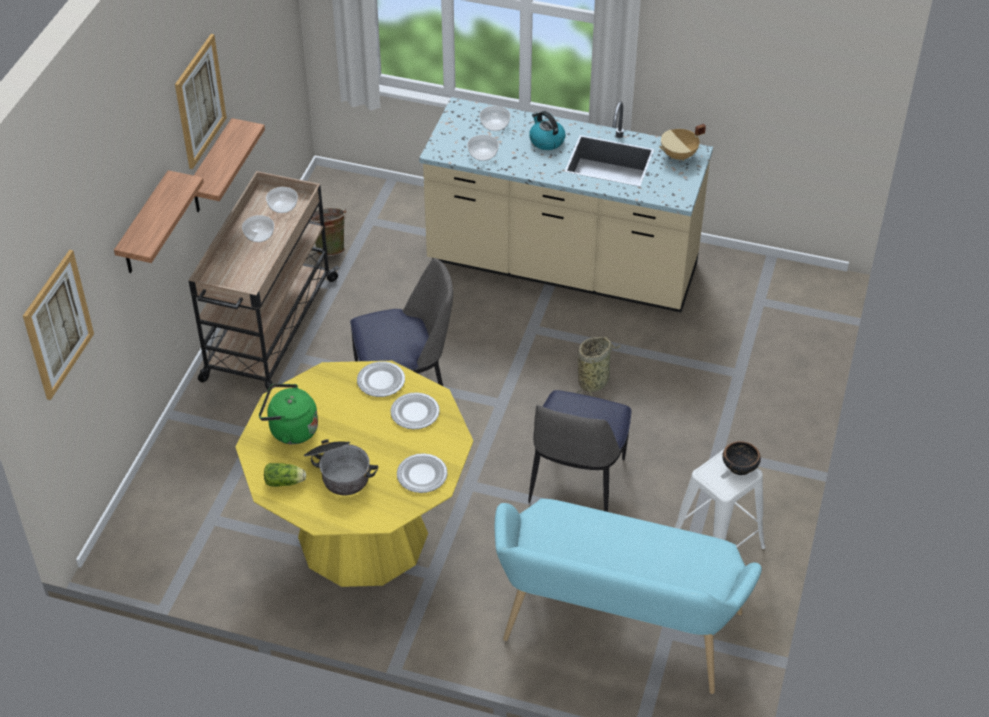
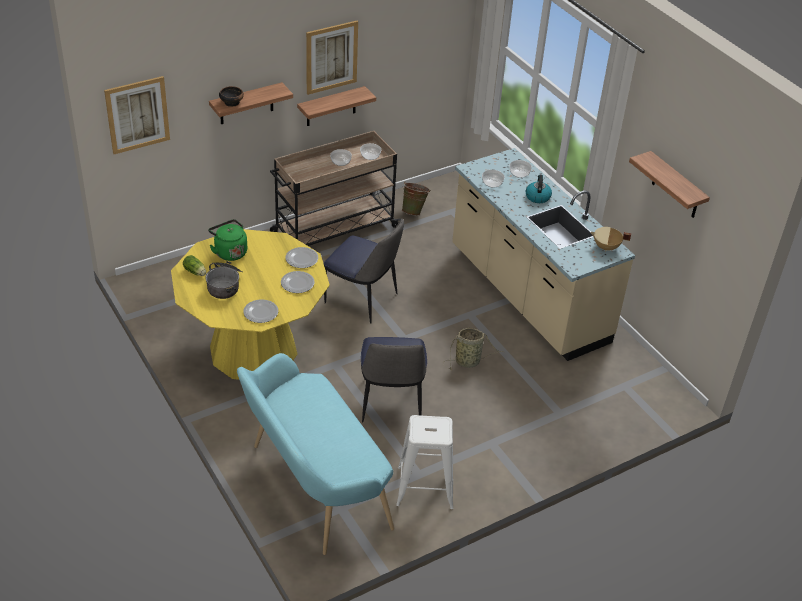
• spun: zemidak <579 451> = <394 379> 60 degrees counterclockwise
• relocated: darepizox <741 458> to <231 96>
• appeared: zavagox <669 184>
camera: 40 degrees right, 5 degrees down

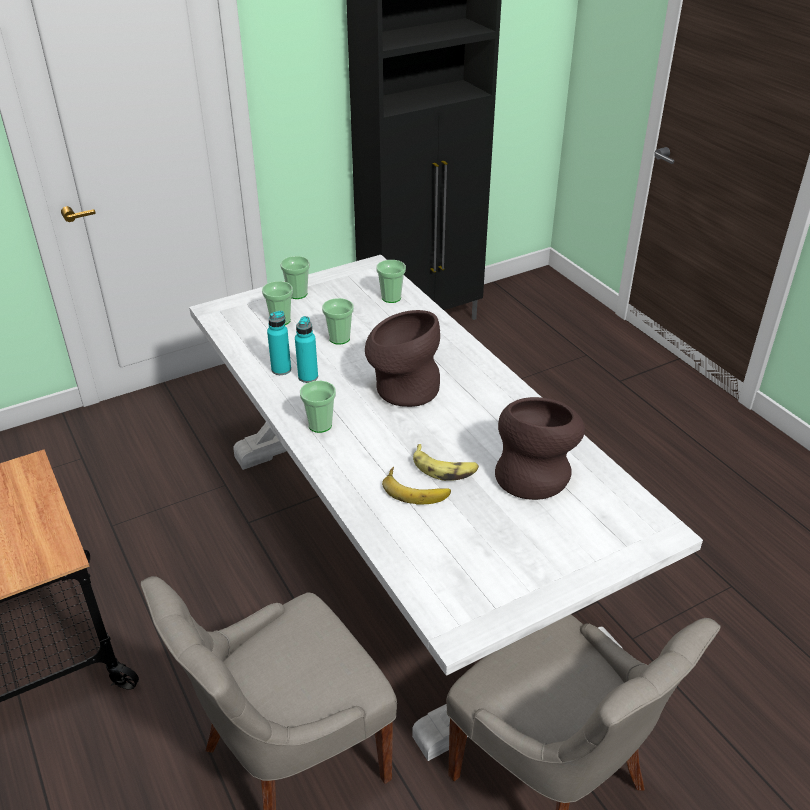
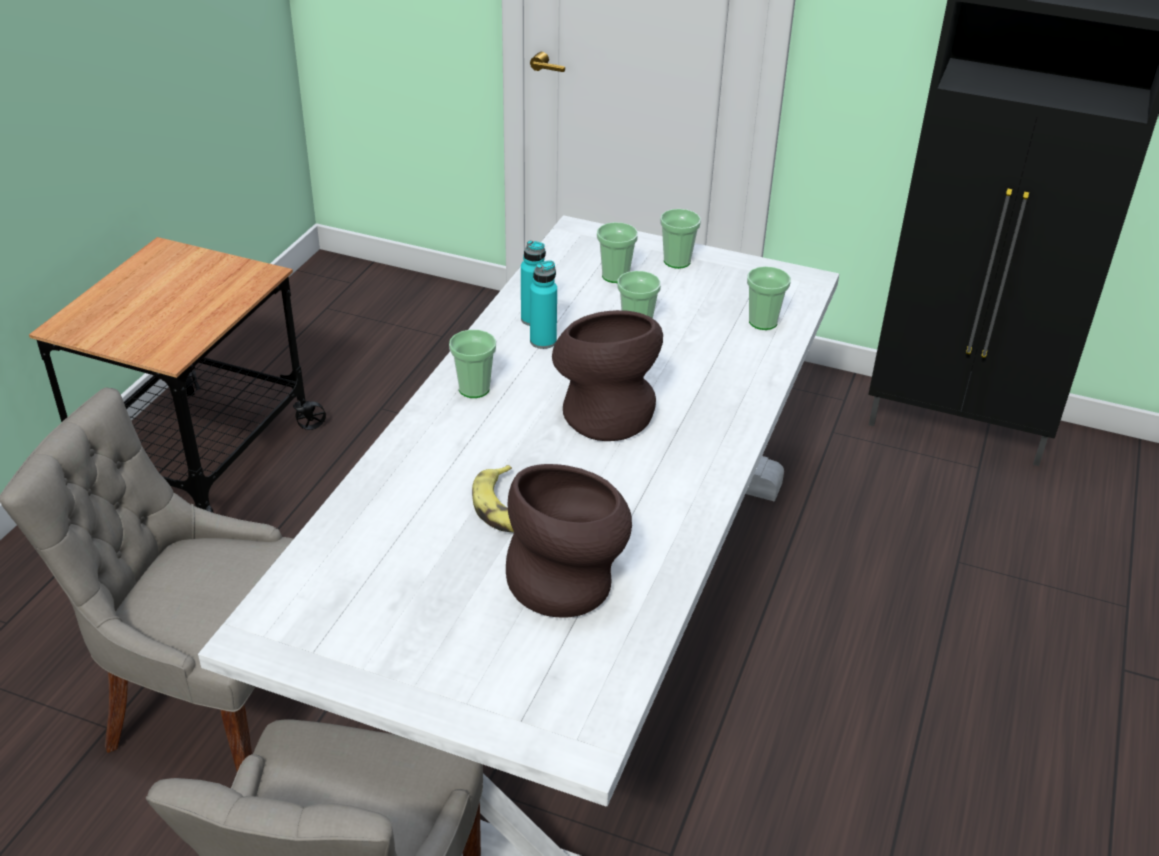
• missing: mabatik <416 486>
camera: 50 degrees right, 0 degrees up

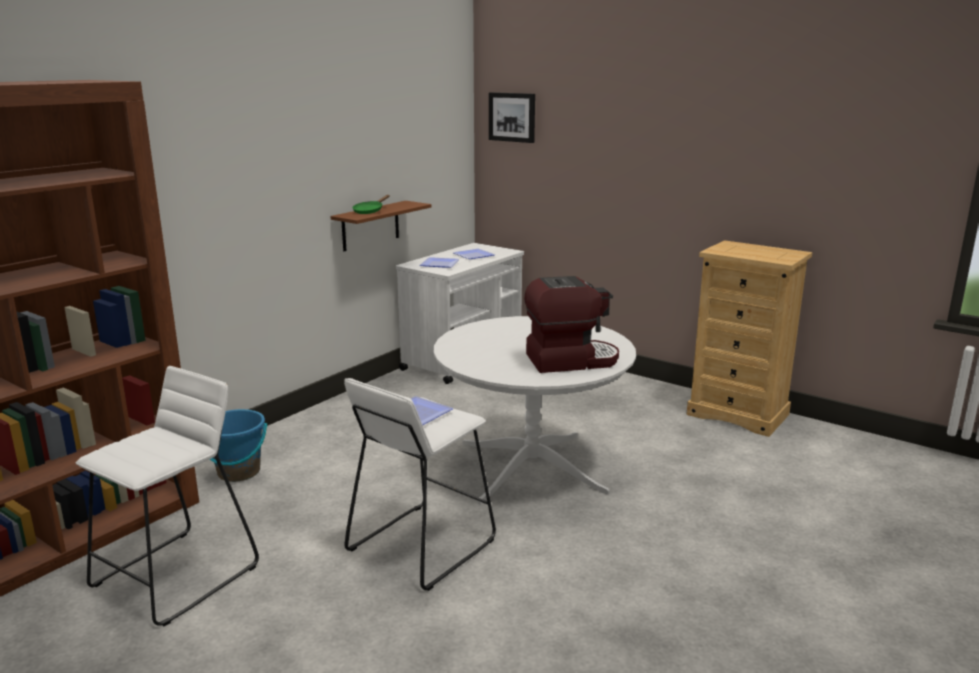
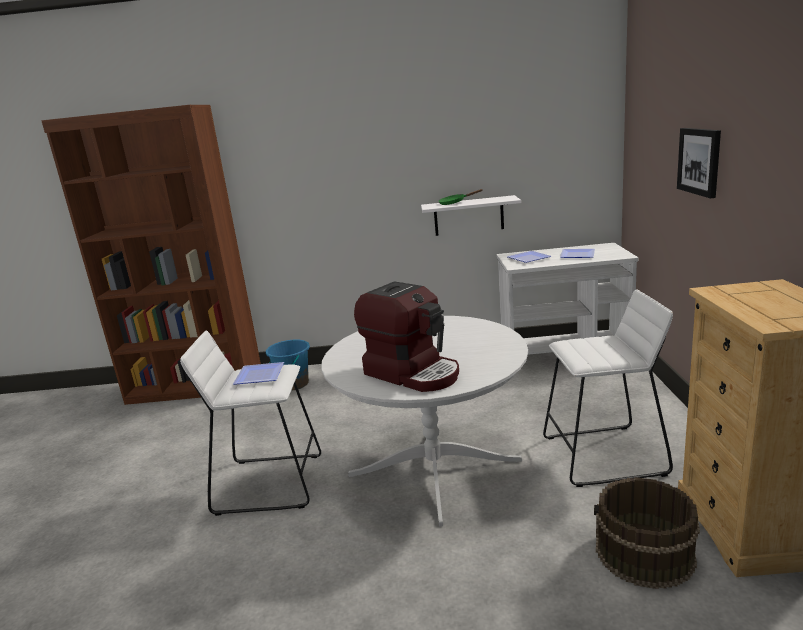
• relocated: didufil <512 117> to <699 163>
• colour: brown_zavagox <380 226> to white_zavagox <471 215>
• relocated: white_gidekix <167 496> to <608 388>
• appeared: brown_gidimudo <647 533>
camera: 55 degrees right, 0 degrees up

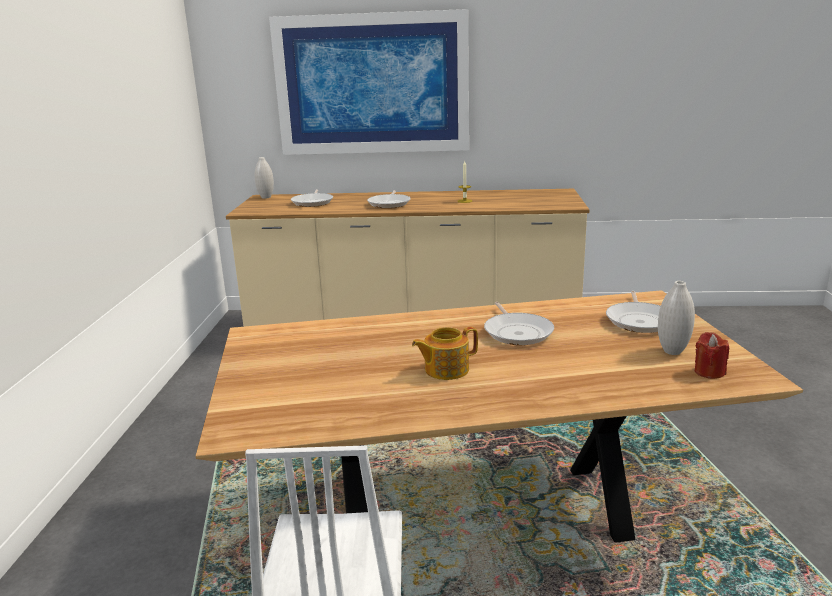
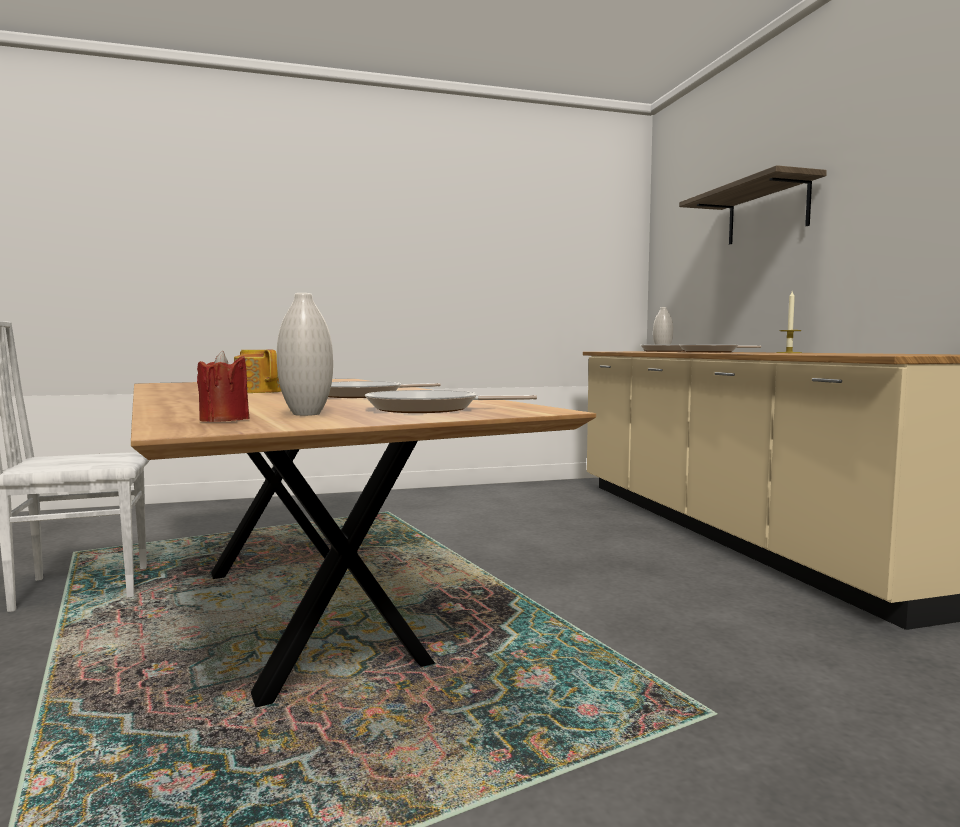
• exchanged: didufil <369 82> to zavagox <753 205>
camera: 70 degrees right, 15 degrees down

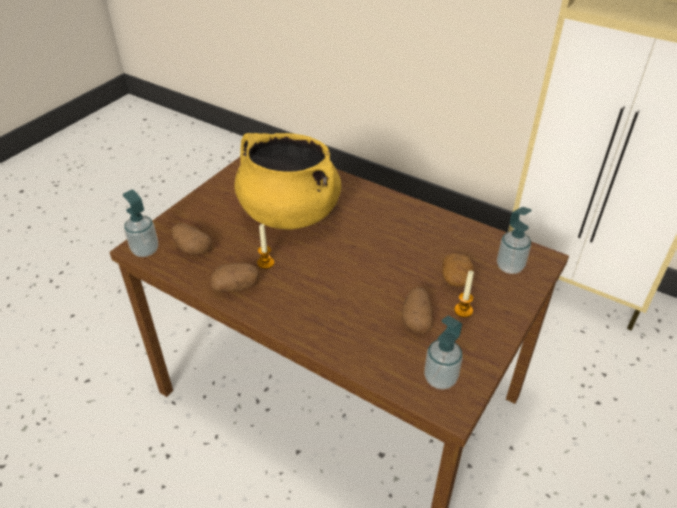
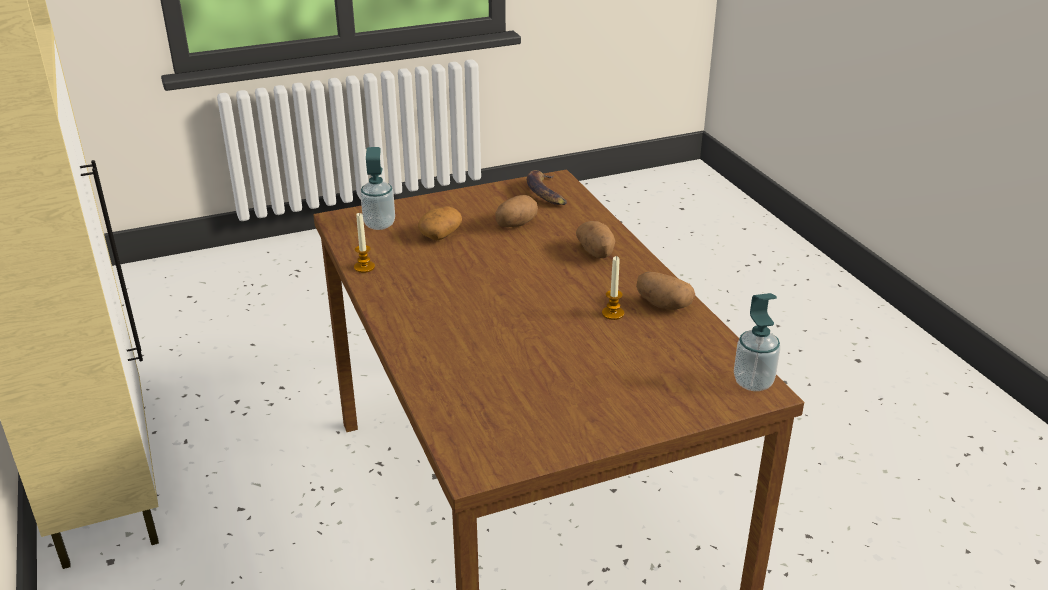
• missing: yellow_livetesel <287 181>
• relocated: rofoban <192 239> to <595 239>
• relocated: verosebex <464 294> to <364 243>
• exchanged: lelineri <443 353> to mabatik <547 187>
camera: 145 degrees left, 10 degrees down

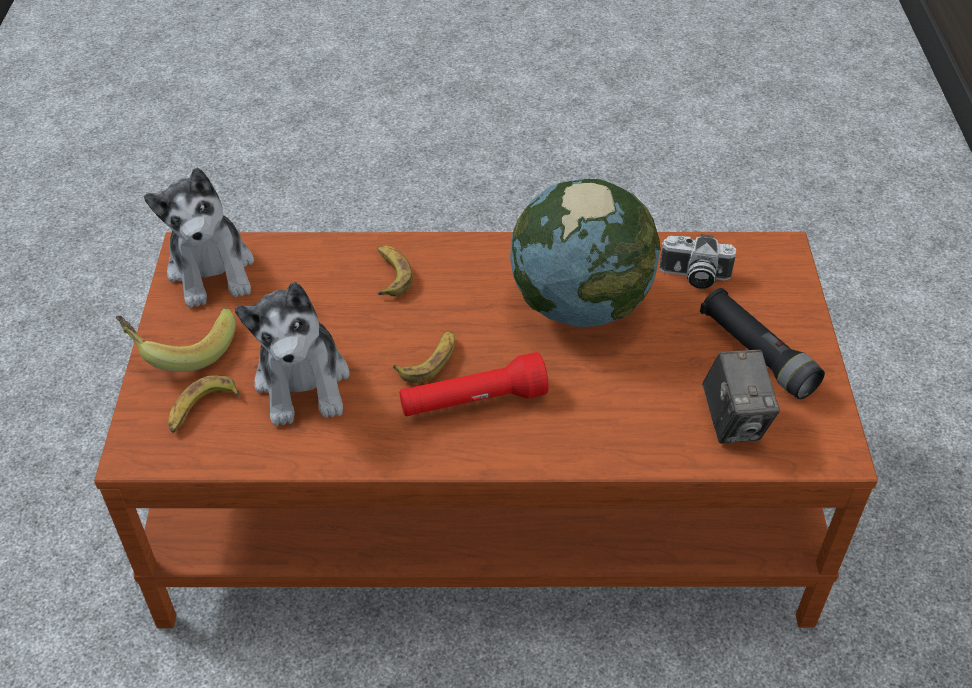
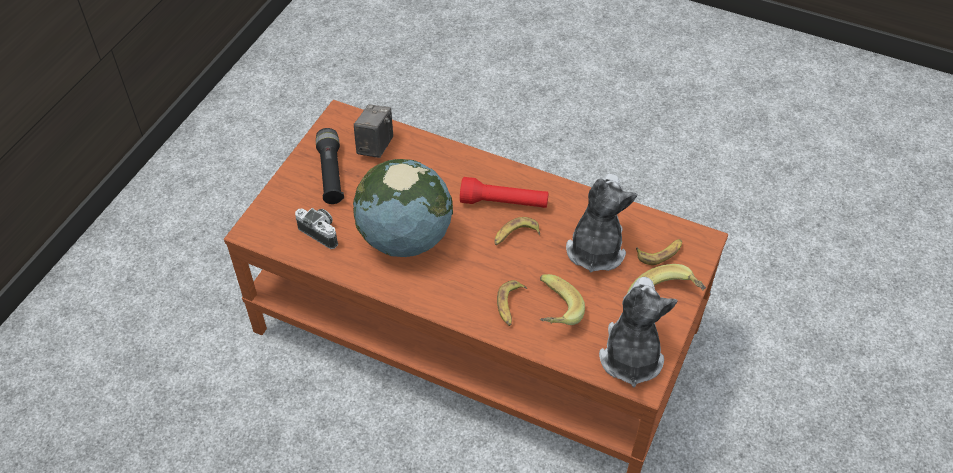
• appeared: mabatik <562 299>
camera: 155 degrees left, 5 degrees up

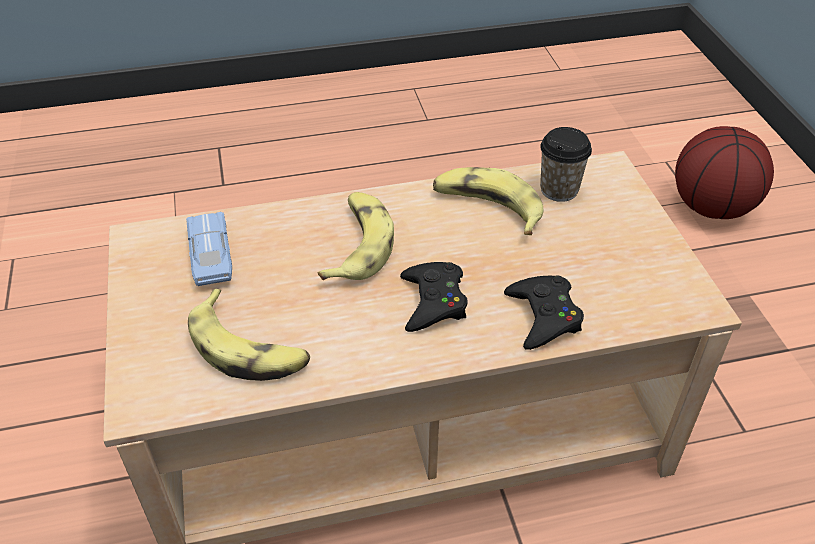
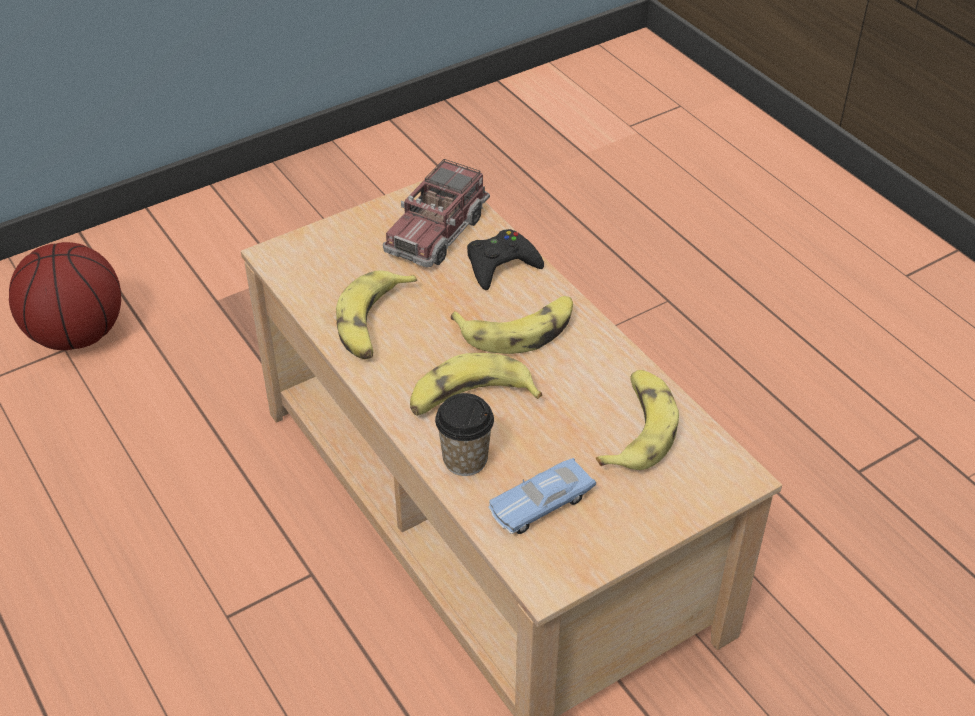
• relocated: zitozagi <566 164> to <464 434>
• exchanged: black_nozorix <434 297> to mabatik <512 325>
• appeared: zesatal <436 213>
camera: 110 degrees left, 0 degrees up

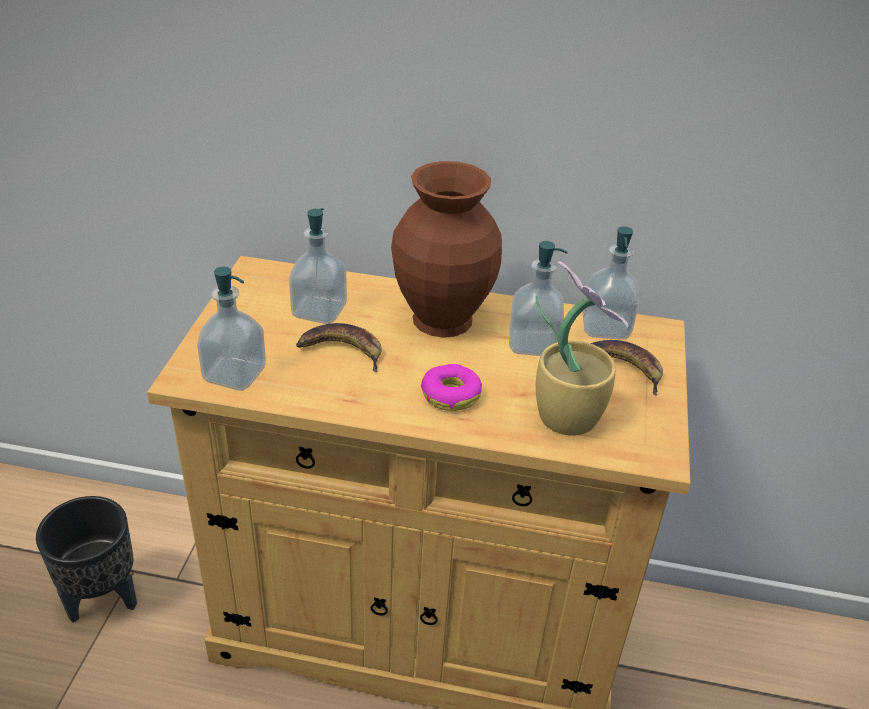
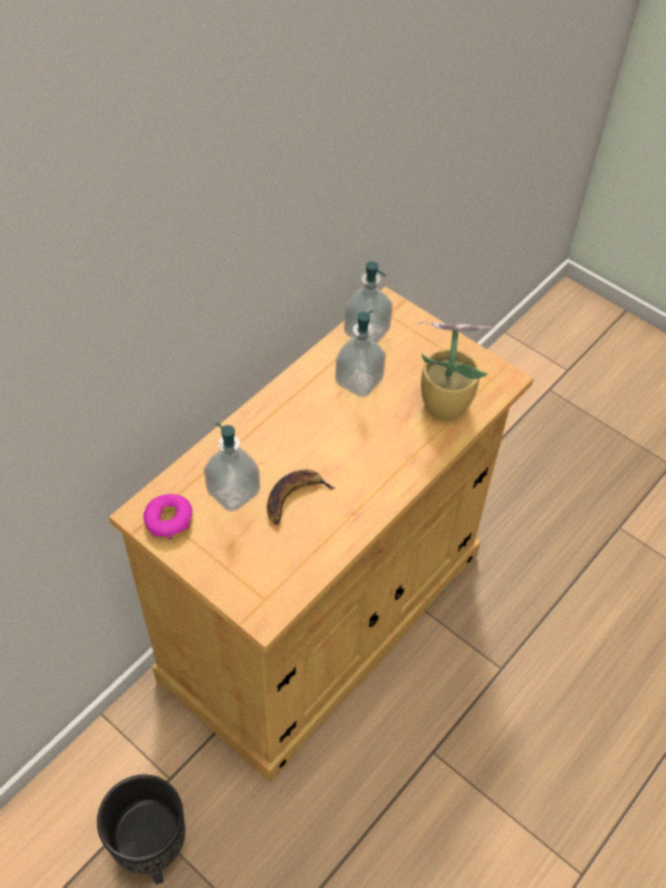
• missing: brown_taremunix <446 249>
• missing: lelineri <231 329>
• missing: mabatik <627 368>
• relocated: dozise <451 387> to <168 517>
camera: 60 degrees left, 15 degrees up

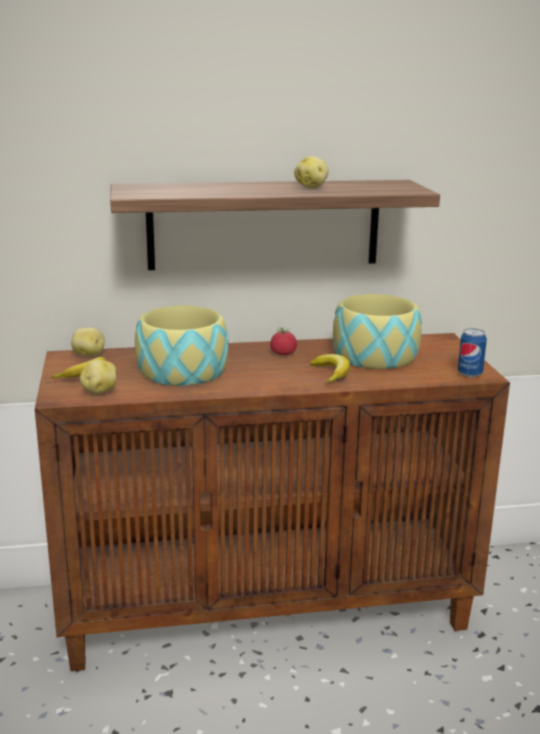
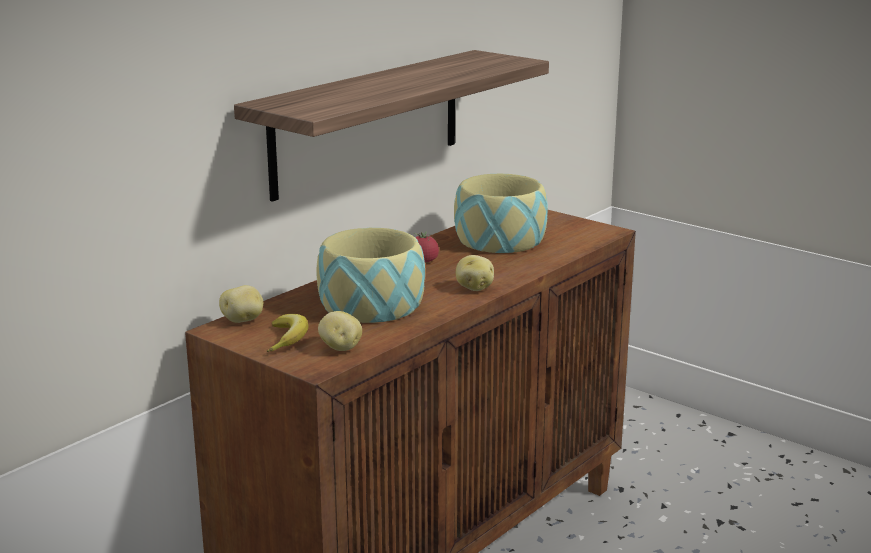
• relocated: rofoban <311 172> to <475 273>
• missing: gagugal <472 352>
• missing: mabatik <330 368>
camera: 40 degrees left, 0 degrees up

